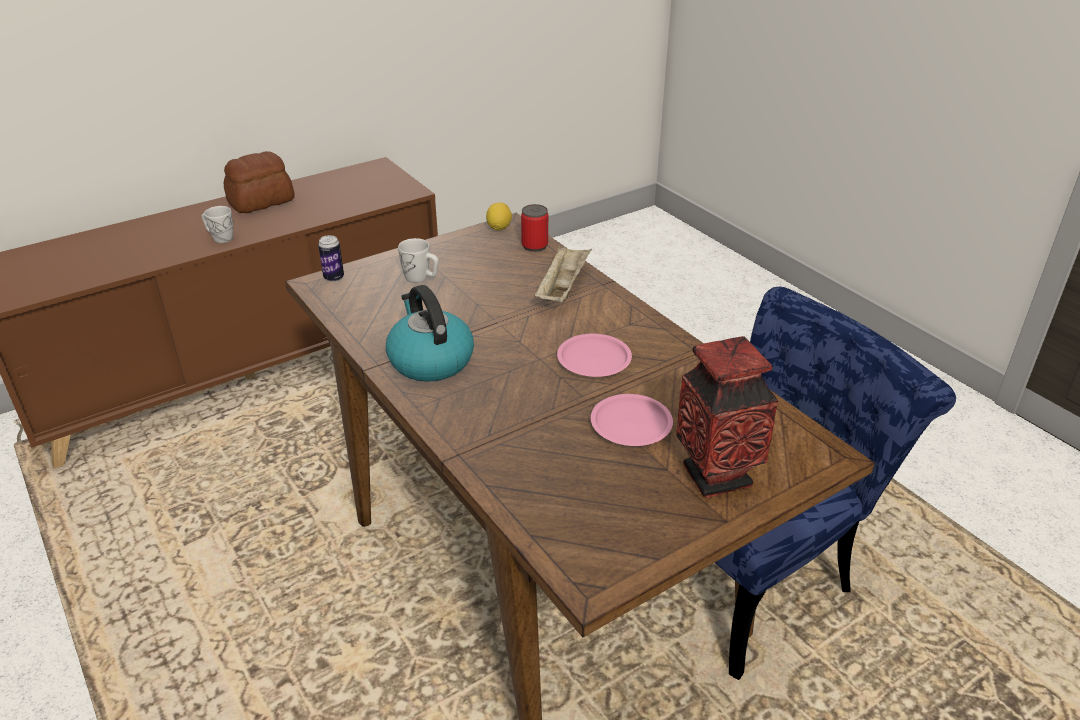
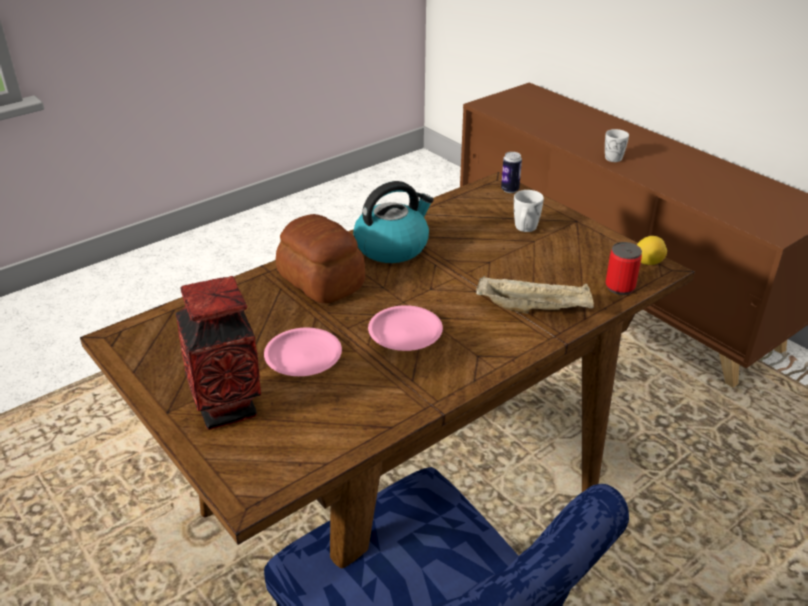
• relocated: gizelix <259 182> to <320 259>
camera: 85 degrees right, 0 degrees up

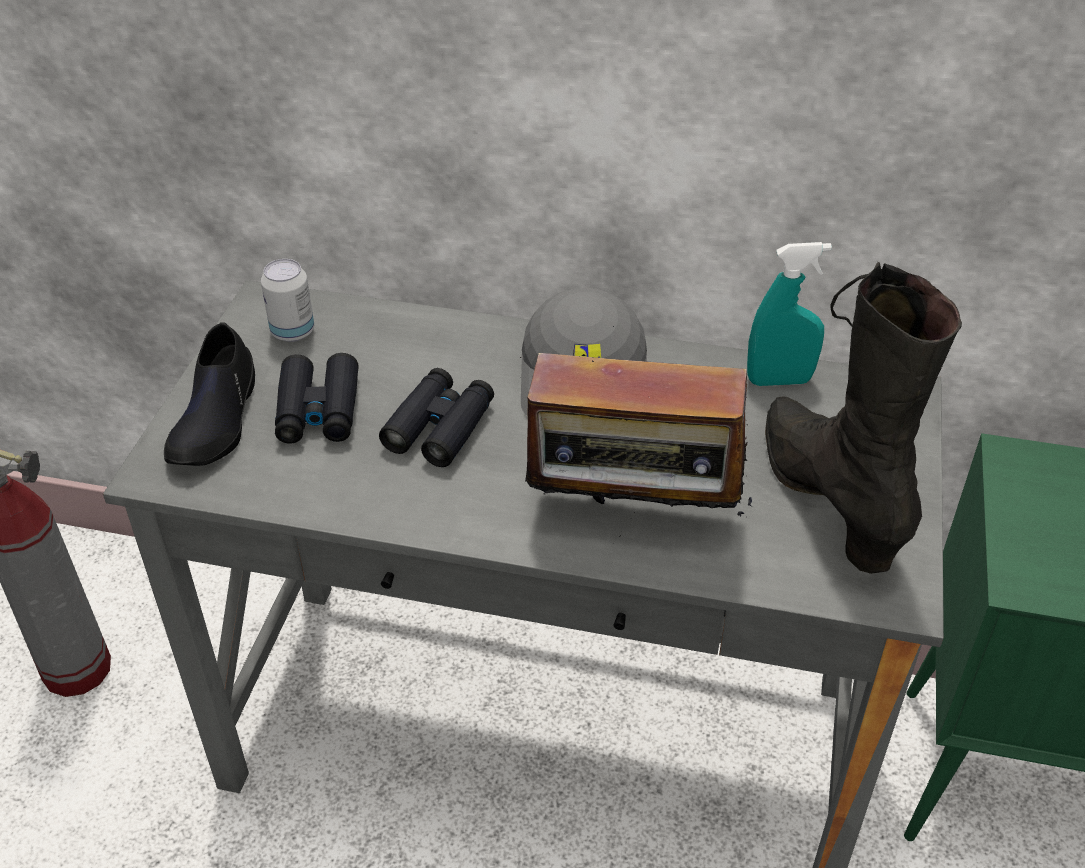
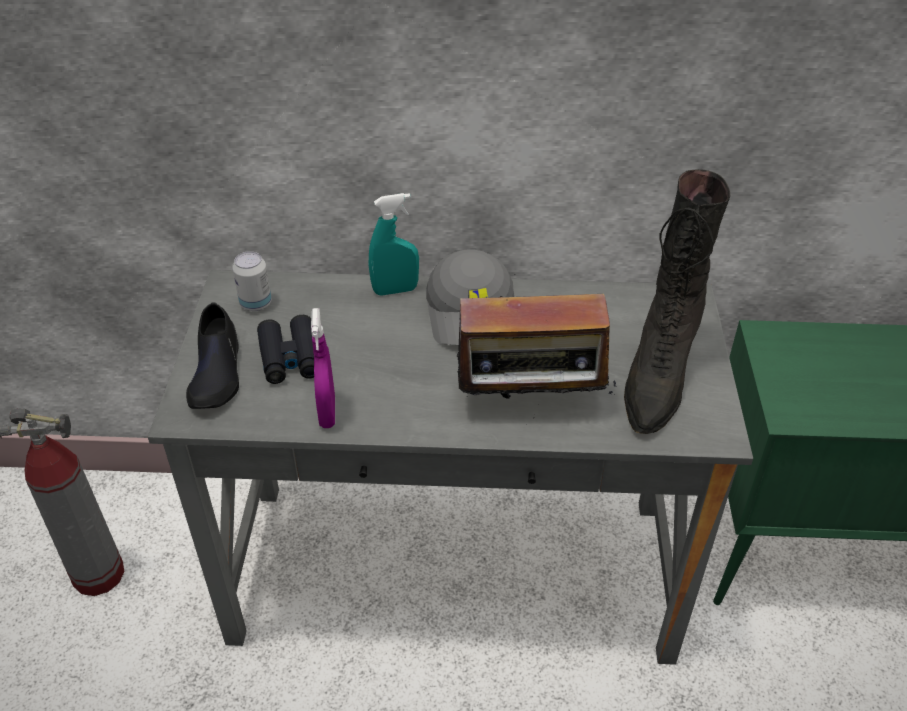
• relocated: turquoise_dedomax <789 314> to <394 244>
• spun: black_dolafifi <863 418> = <677 301> 135 degrees counterclockwise
• missing: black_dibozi <436 417>
• appeared: purple_dedomax <323 368>
camera: 10 degrees left, 0 degrees up

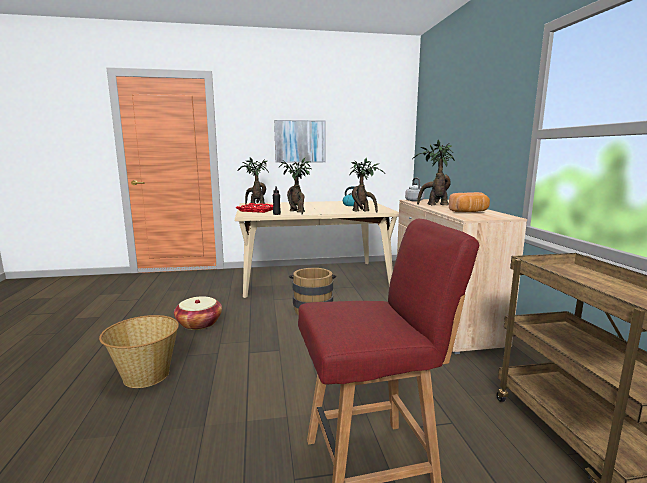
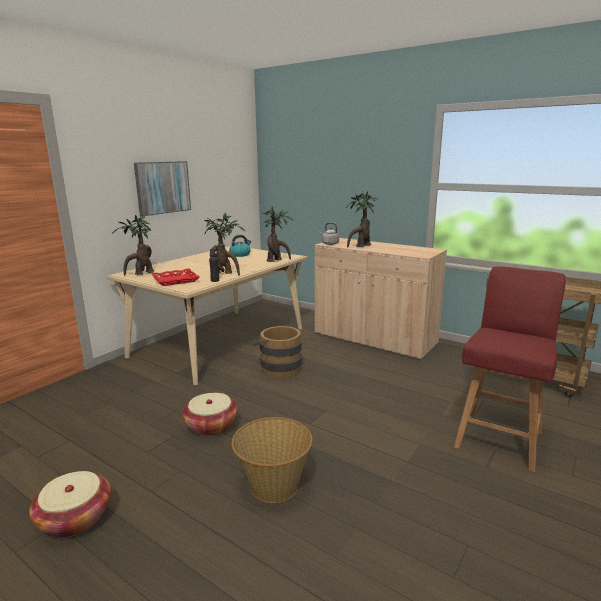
• missing: gizelix <469 202>
• appeared: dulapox <70 504>
camera: 45 degrees left, 5 degrees up

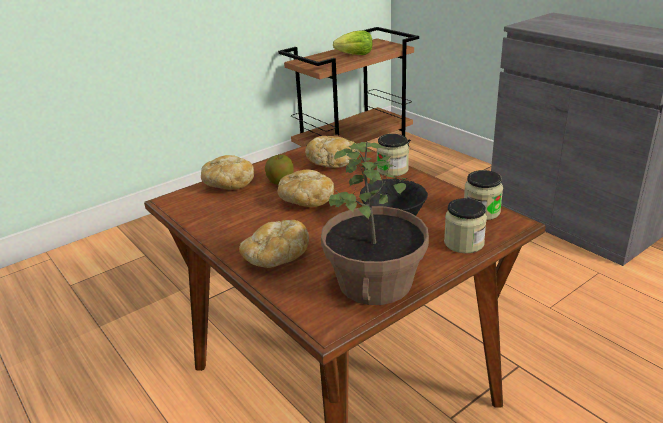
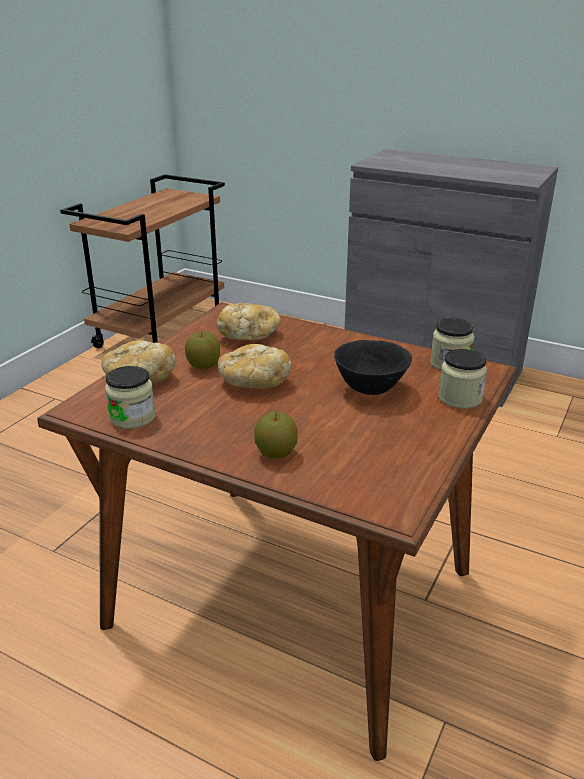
• missing: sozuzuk <353 42>
• relocated: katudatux <392 155> to <130 397>
• missing: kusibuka <375 223>
• exchanged: gizelix <274 244> to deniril <276 435>
camera: 25 degrees left, 0 degrees up

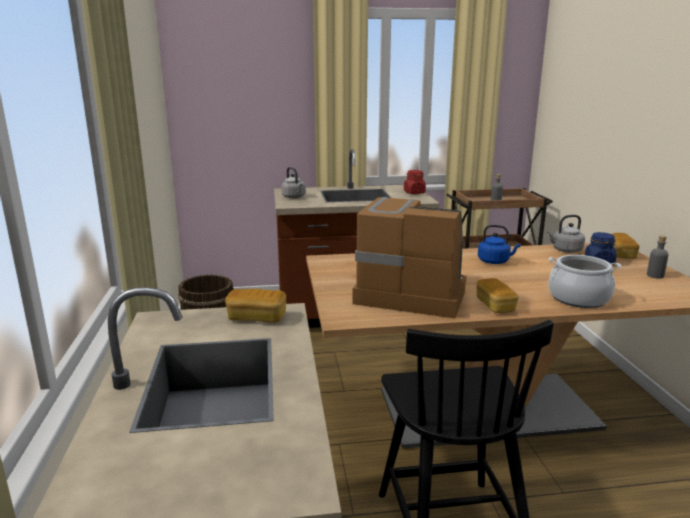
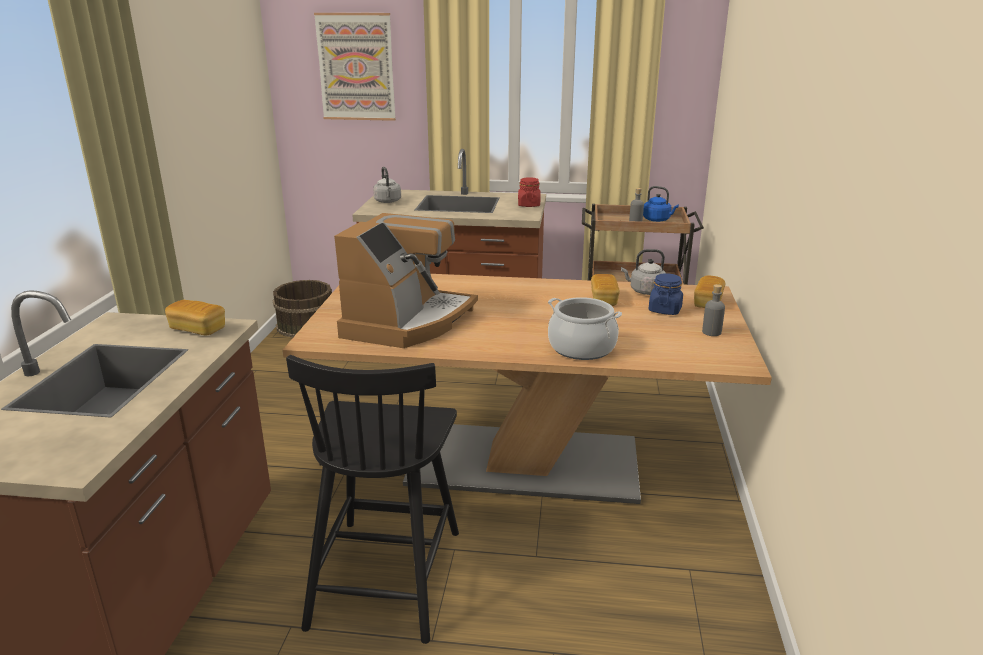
• spun: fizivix <409 257> = <406 280> 75 degrees clockwise
• relocated: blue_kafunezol <499 244> to <661 204>
• relocated: gizelix <498 295> to <605 290>
• appeared: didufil <355 67>
camera: 15 degrees right, 5 degrees up

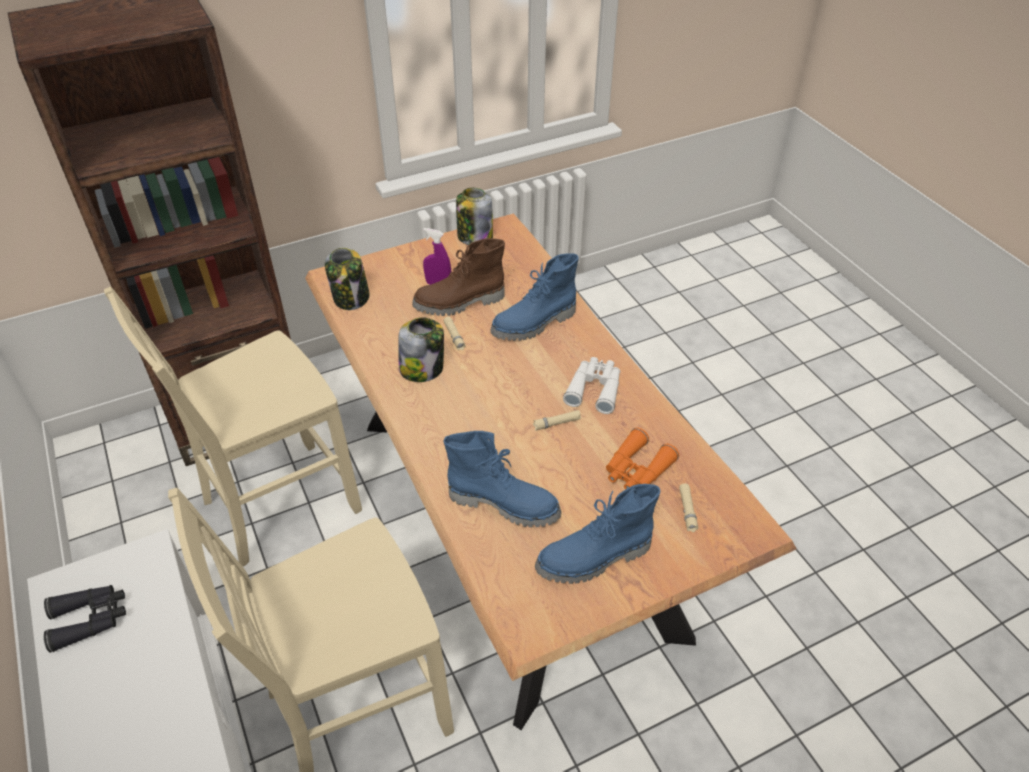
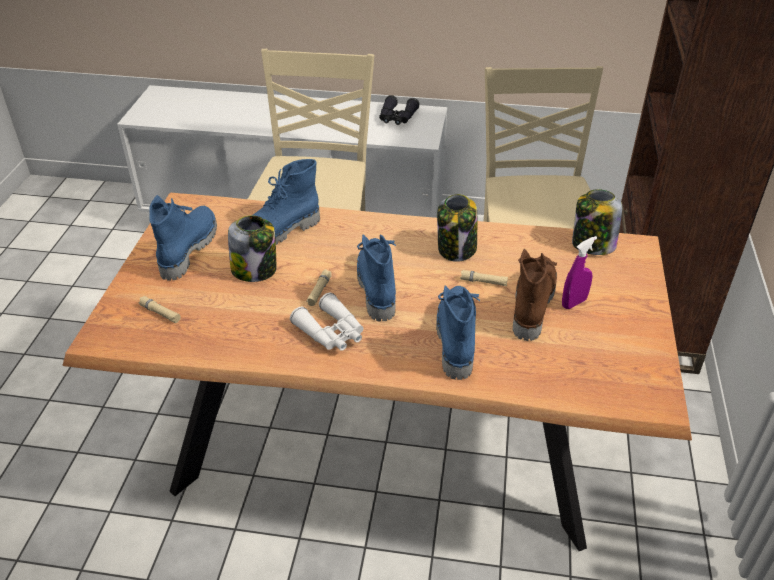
• relocated: katudatux <474 216> to <252 248>
• missing: orange_dibozi <642 458>
• appeared: blue_dolafifi <376 278>
camera: 125 degrees right, 5 degrees down

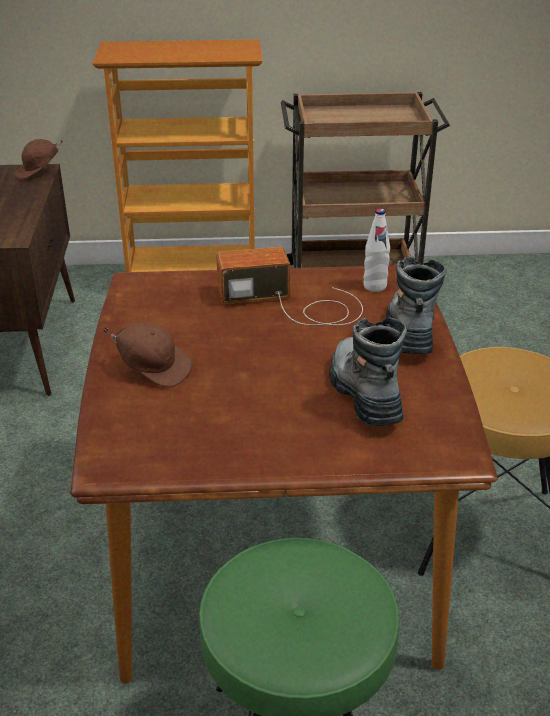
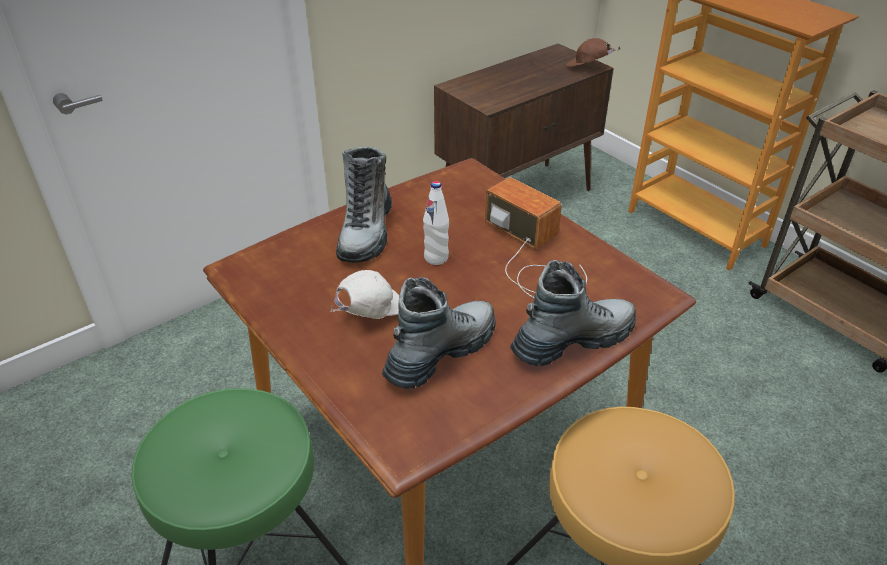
• relocated: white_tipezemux <376 250> to <436 223>
• exchanged: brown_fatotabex <147 354> to dolafifi <364 204>
• appeared: white_fatotabex <365 294>
camera: 55 degrees right, 5 degrees up

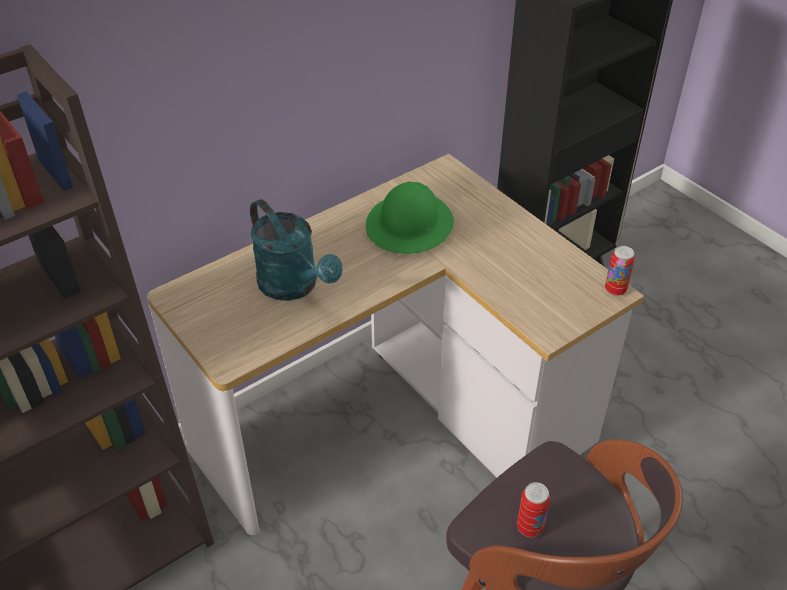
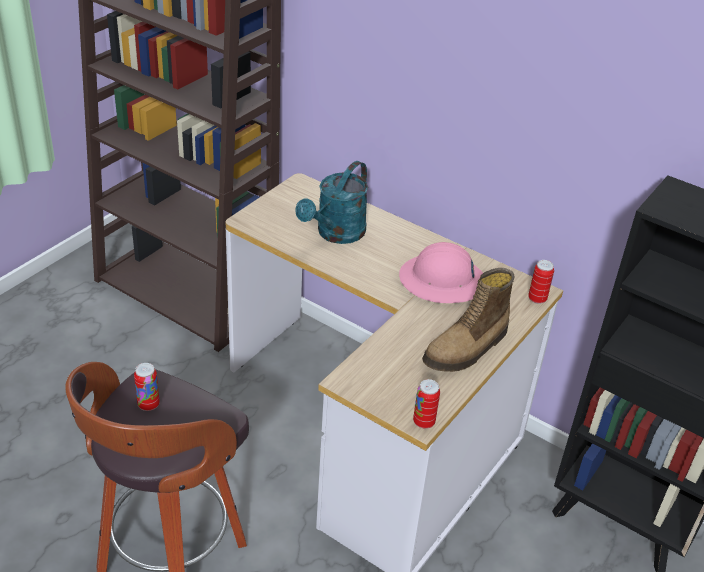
• colour: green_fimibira <409 217> to pink_fimibira <441 272>
• appeared: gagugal <541 282>
• appeared: dolafifi <468 320>
camera: 70 degrees right, 5 degrees down

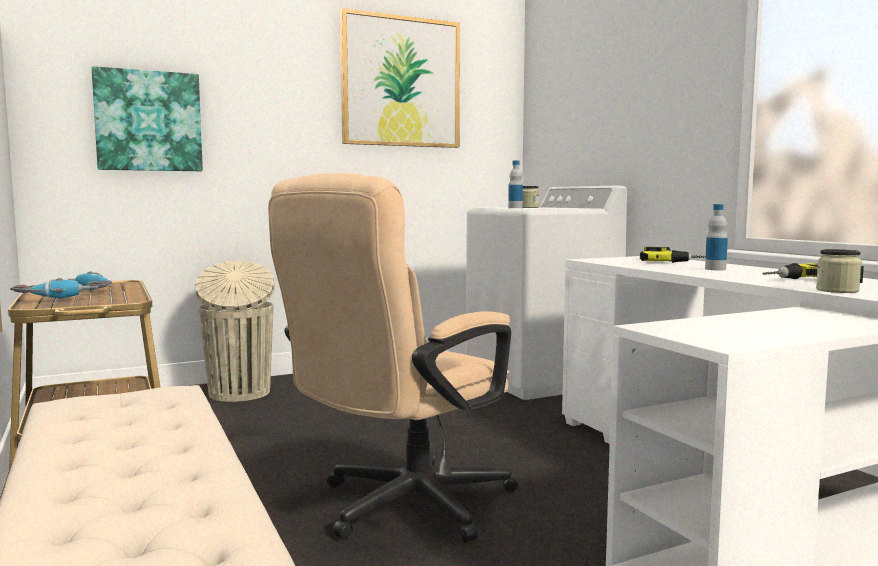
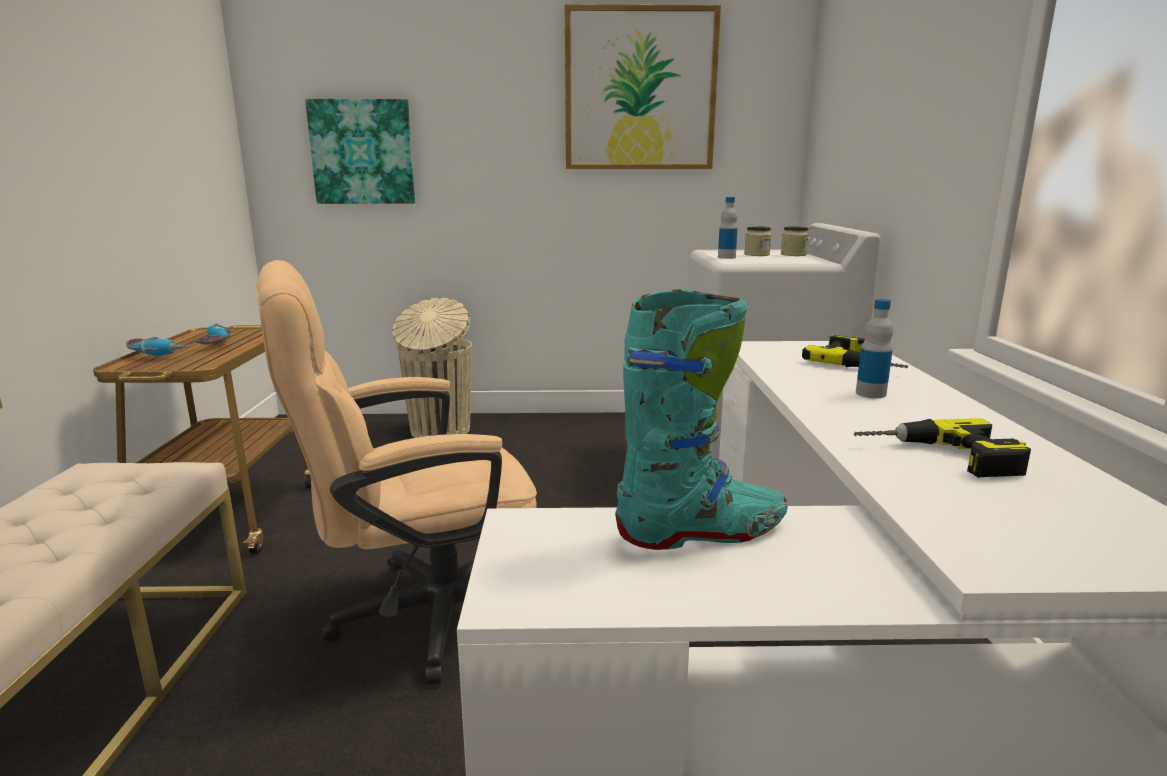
• relocated: katudatux <839 271> to <795 241>
• appeared: turquoise_dolafifi <701 419>
camera: 25 degrees right, 10 degrees up

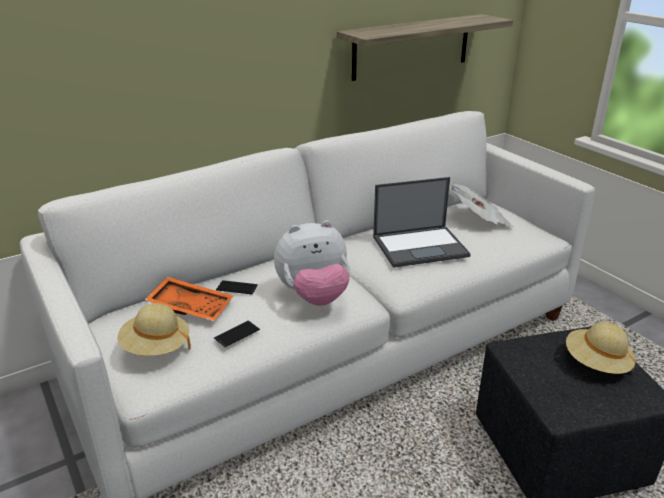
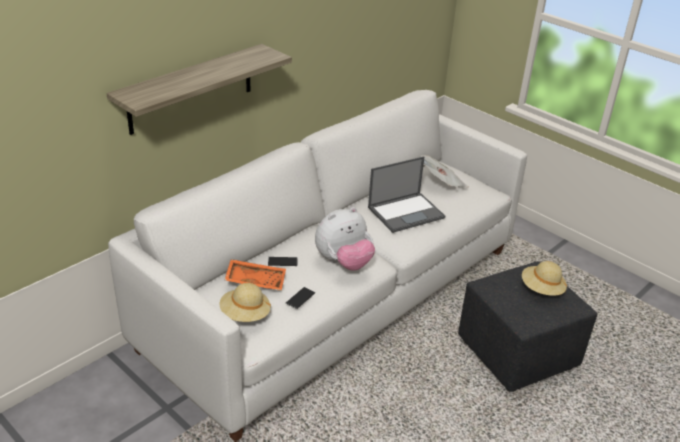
• relocated: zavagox <425 47> to <199 89>
camera: 15 degrees left, 5 degrees up

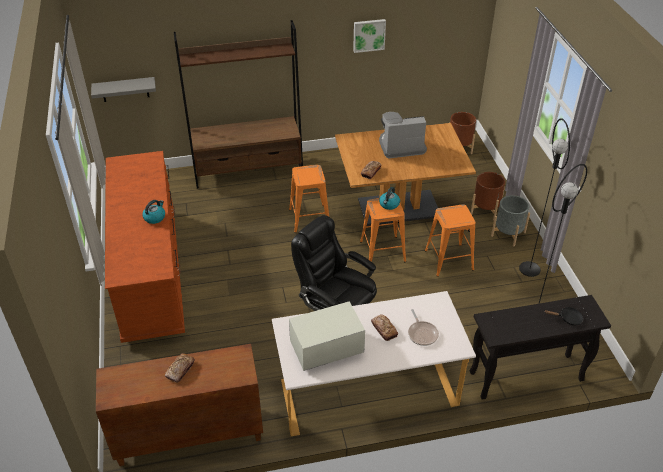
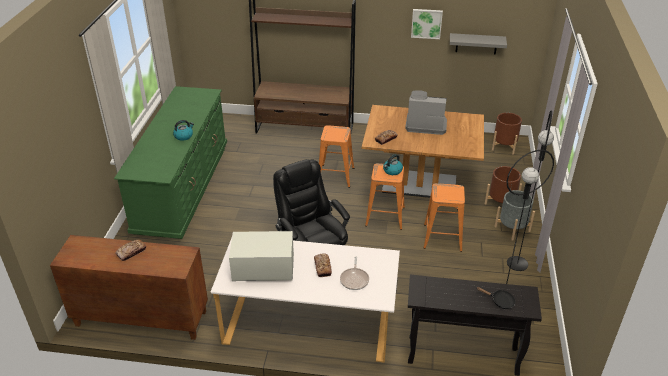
• relocated: grey_zavagox <123 89> to <478 44>
• colour: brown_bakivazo <145 247> to green_bakivazo <170 162>
camera: 20 degrees right, 5 degrees down

